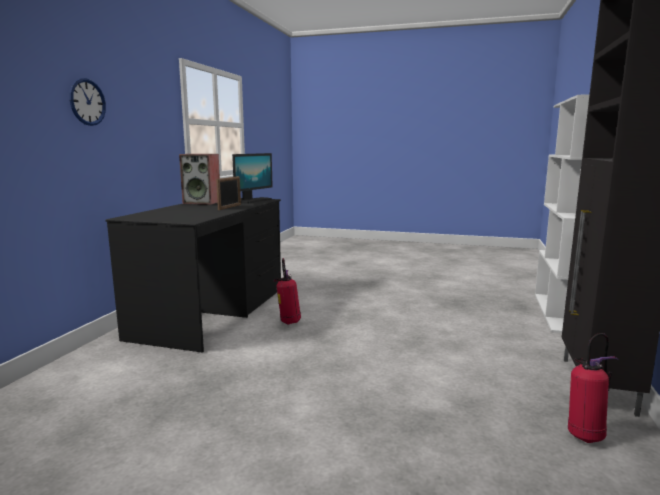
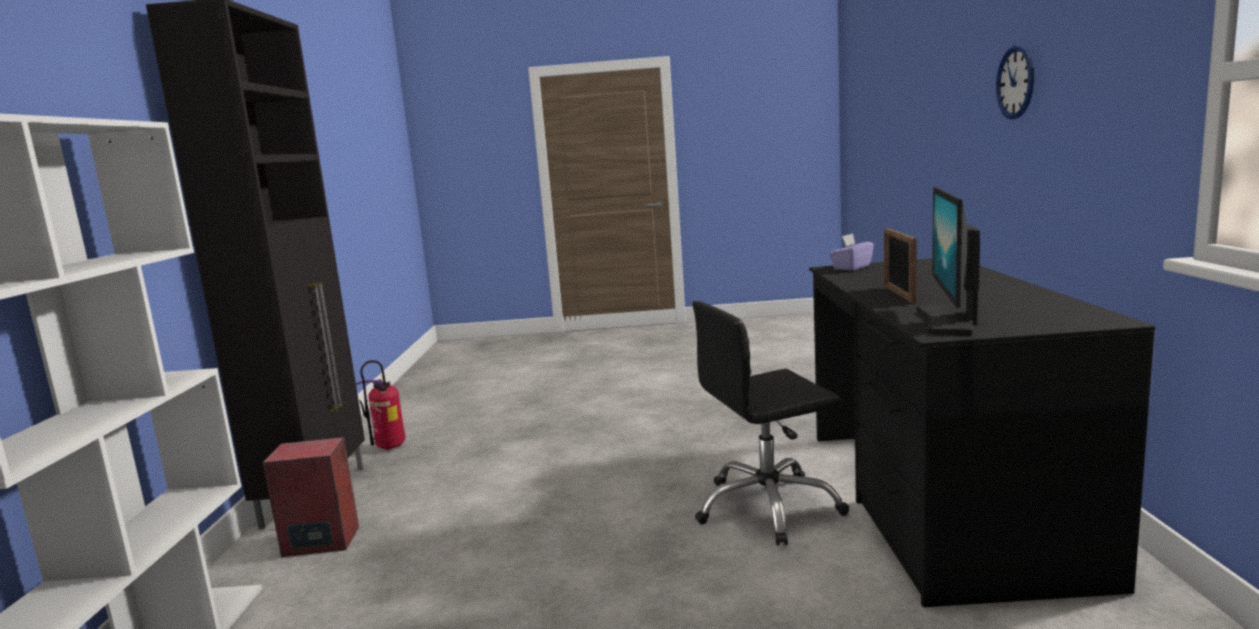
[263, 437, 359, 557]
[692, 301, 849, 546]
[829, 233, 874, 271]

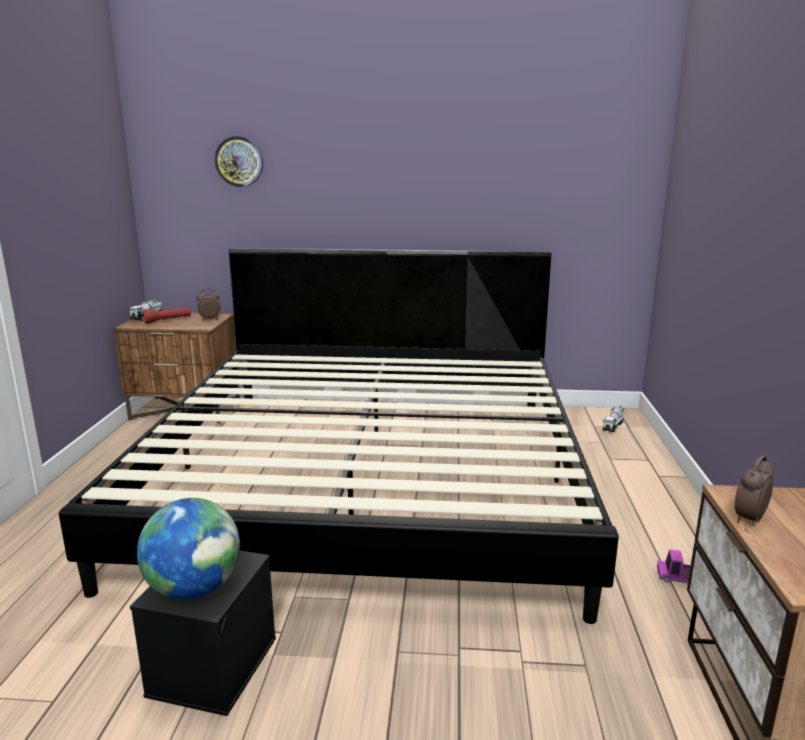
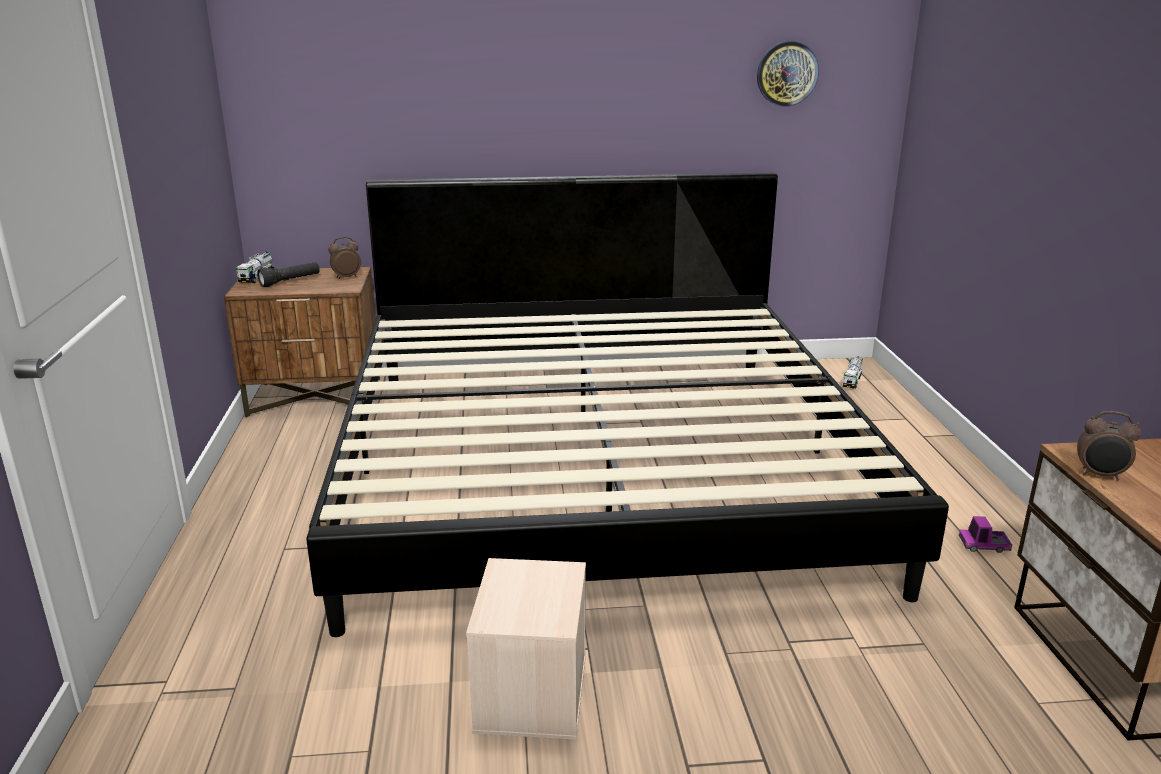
[466, 558, 586, 740]
[137, 498, 240, 600] (first image)
[257, 262, 319, 287]
[757, 41, 819, 106]
[1077, 411, 1141, 481]

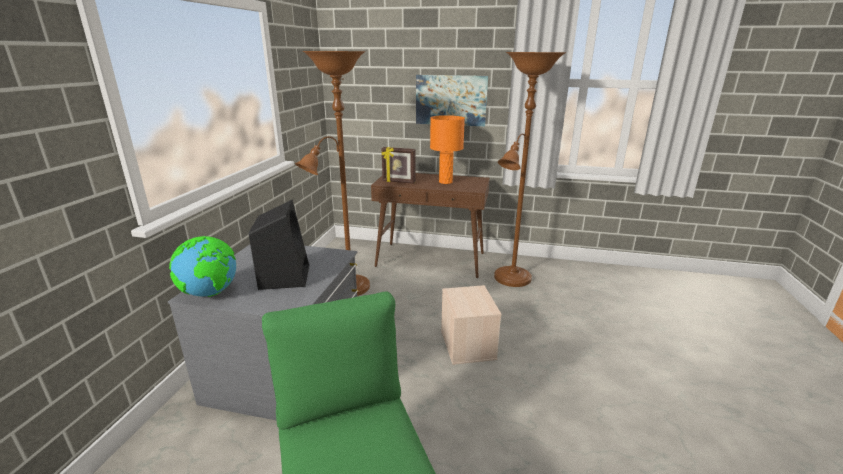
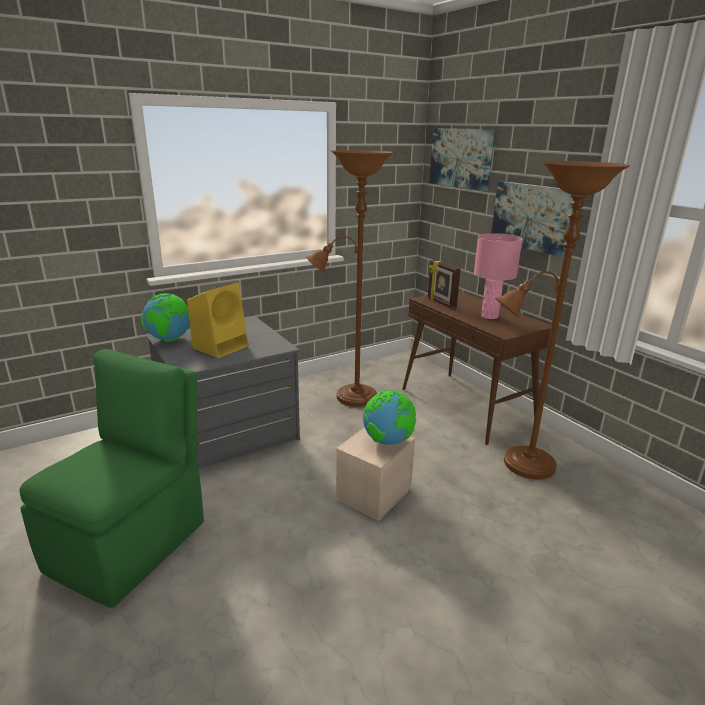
[187, 283, 249, 358]
[474, 233, 522, 319]
[363, 390, 416, 445]
[429, 128, 495, 191]

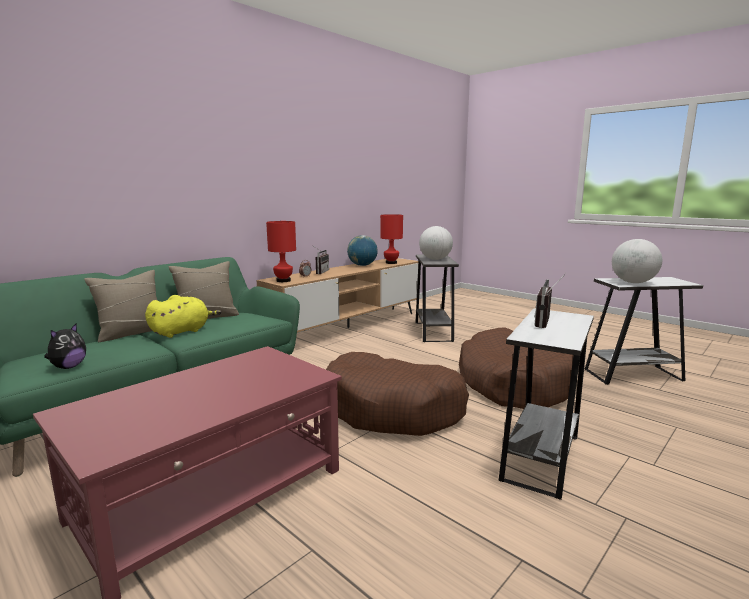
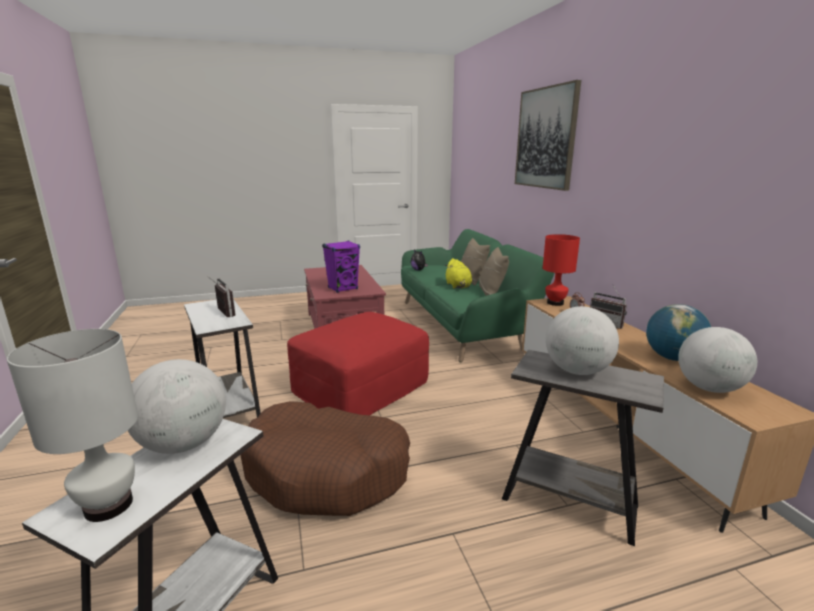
[287, 312, 429, 415]
[678, 327, 757, 393]
[7, 329, 138, 522]
[322, 241, 360, 293]
[515, 80, 581, 191]

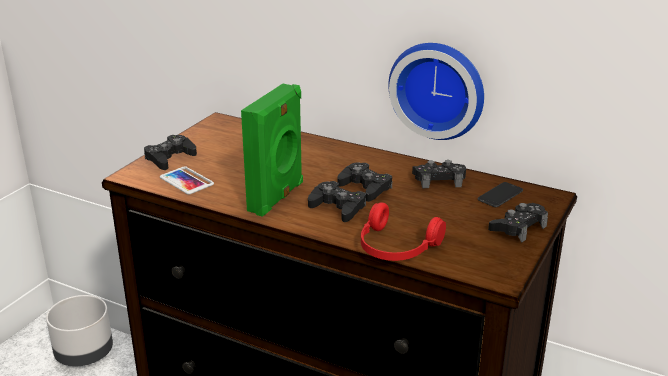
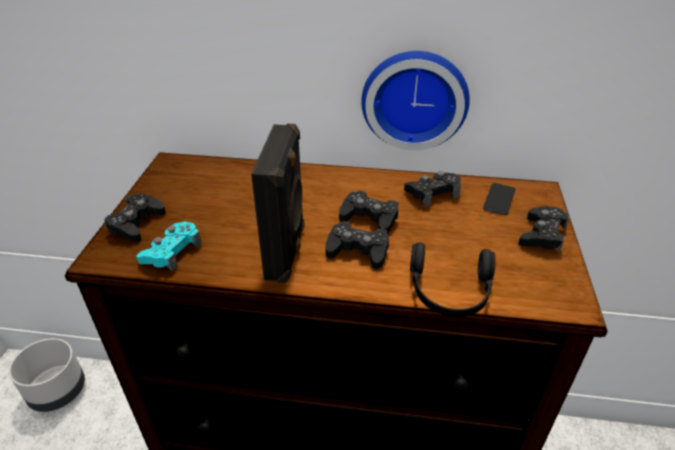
[136, 221, 202, 272]
[251, 124, 305, 283]
[410, 242, 496, 317]

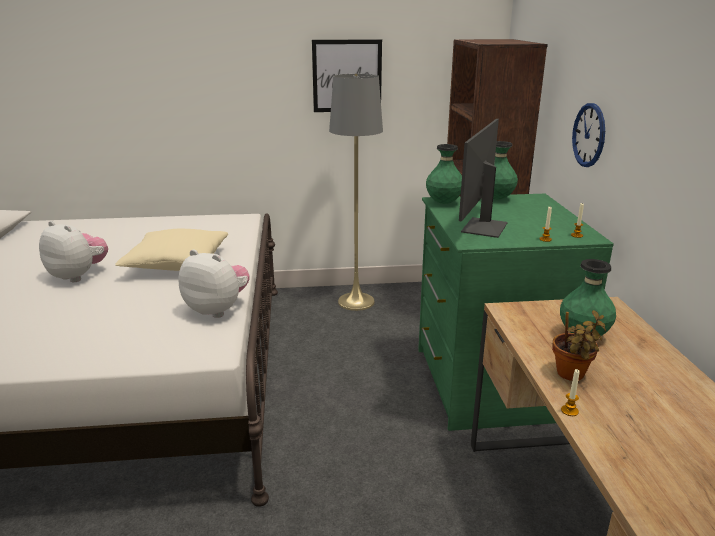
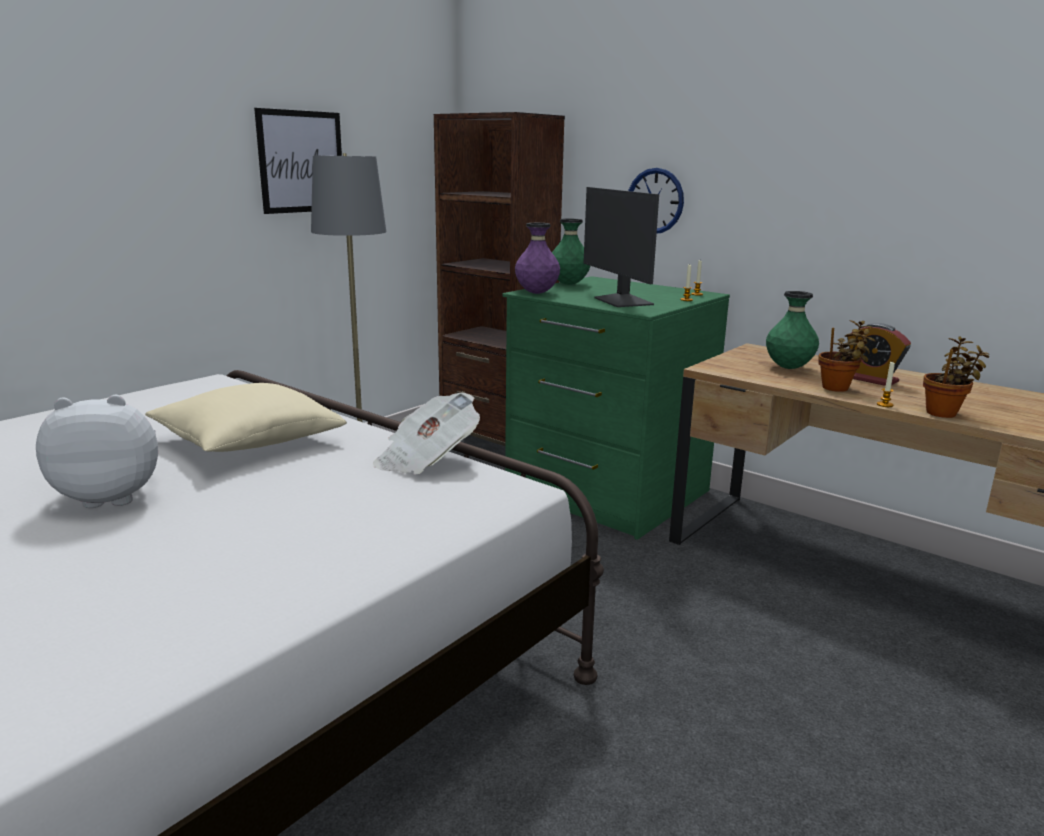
[373, 393, 480, 474]
[515, 223, 560, 294]
[847, 323, 911, 386]
[923, 336, 989, 418]

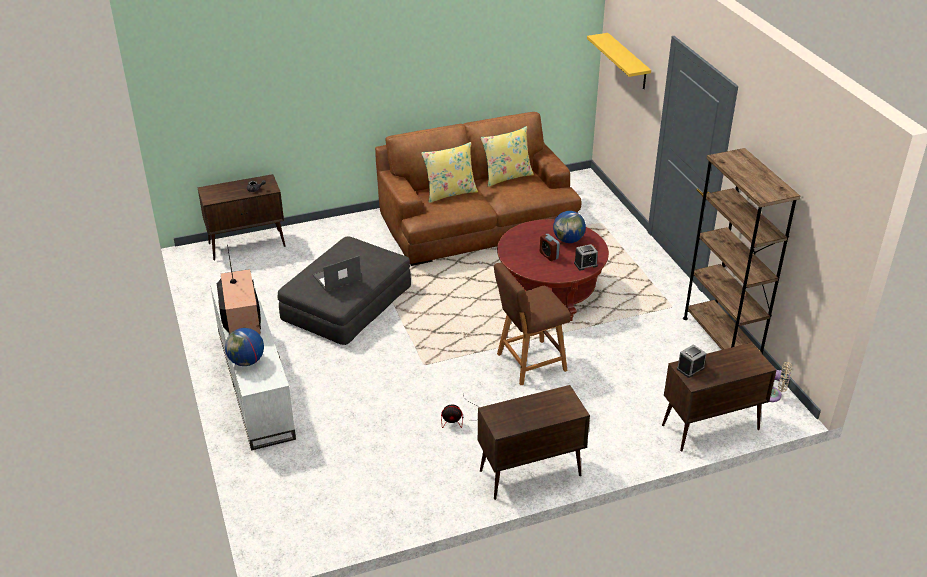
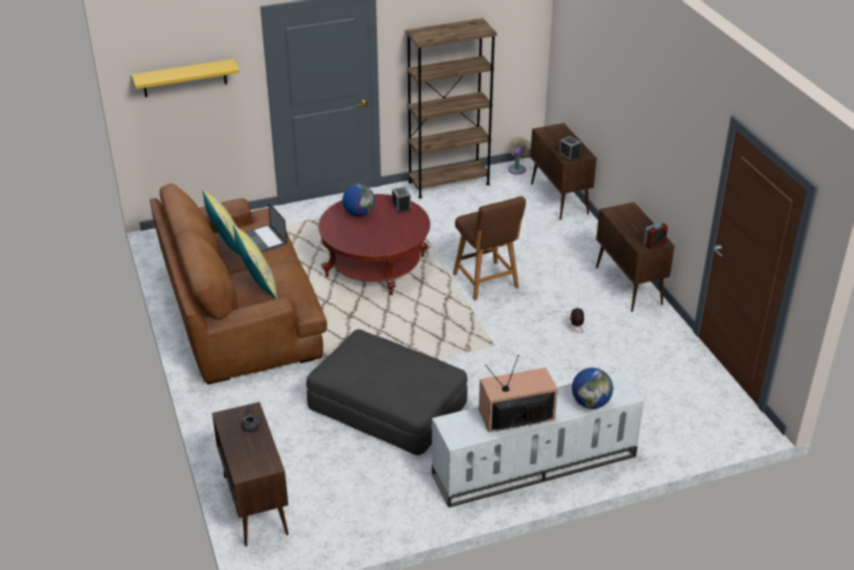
[245, 202, 287, 253]
[644, 222, 668, 249]

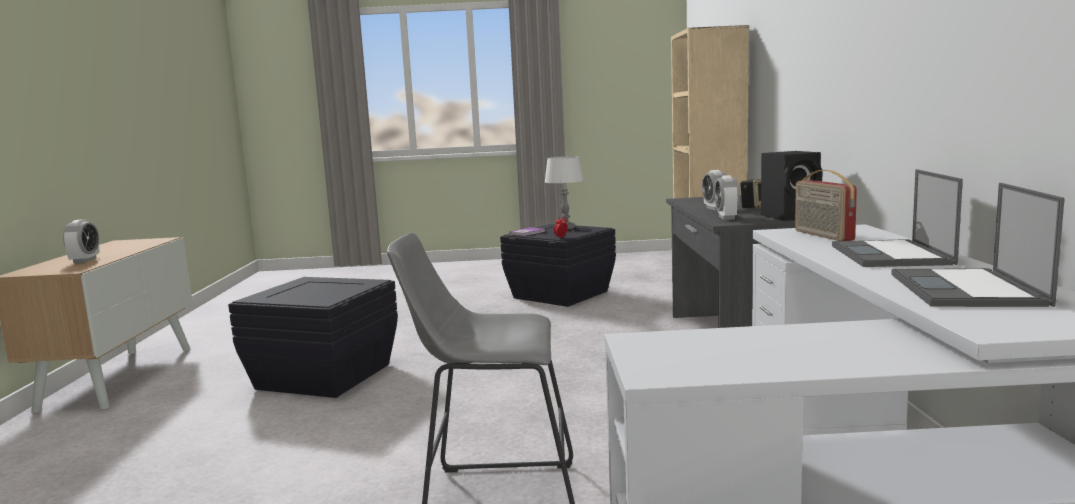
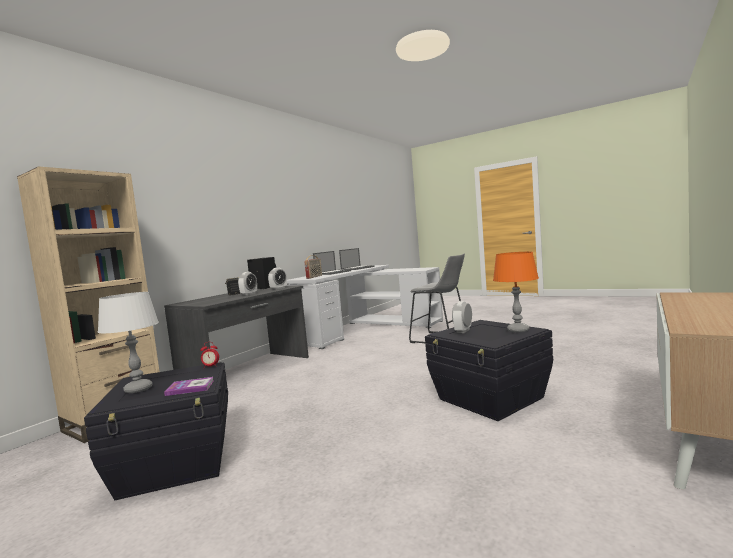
[452, 301, 472, 333]
[493, 252, 539, 333]

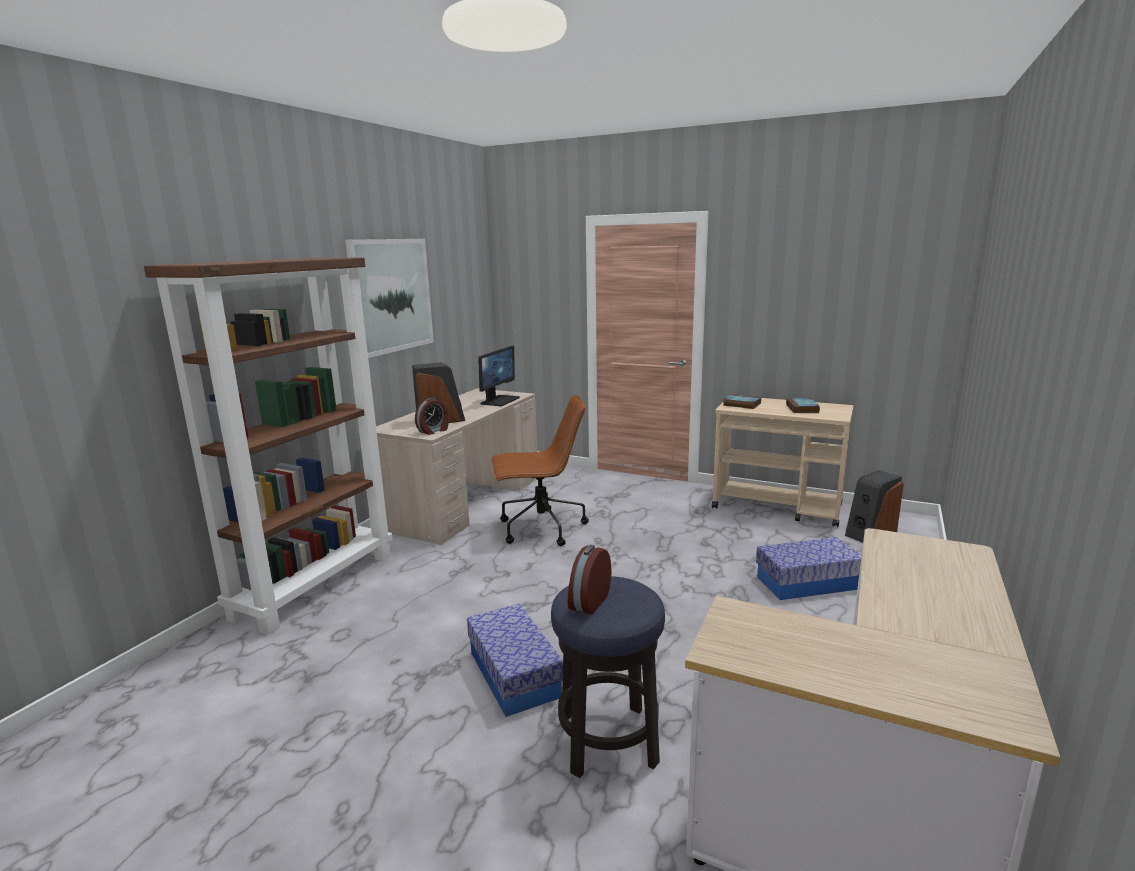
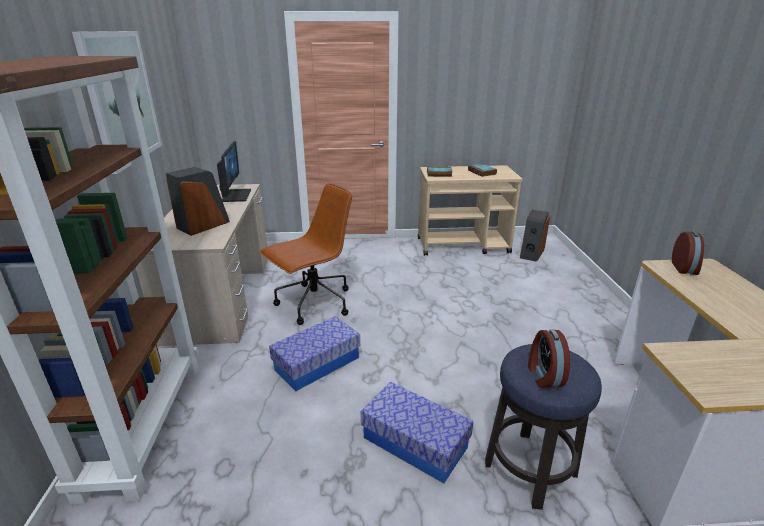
[672, 231, 704, 275]
[269, 316, 360, 391]

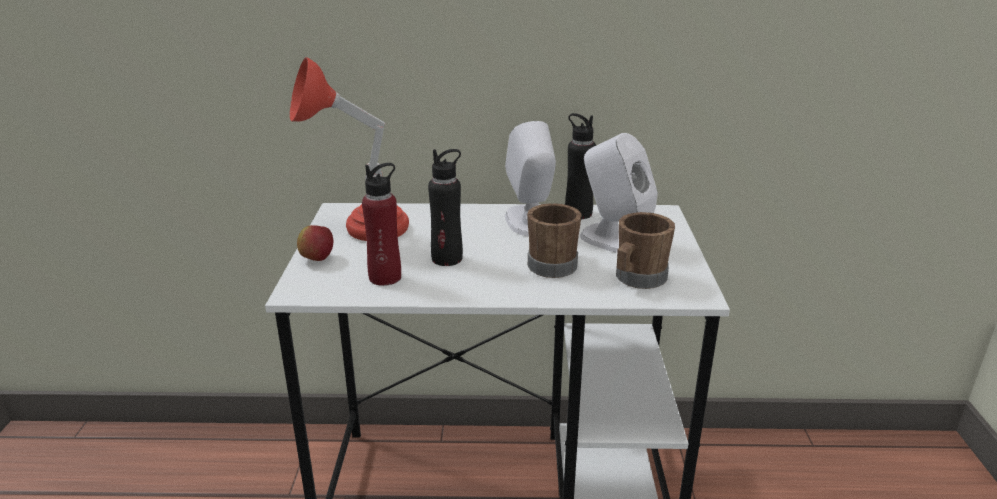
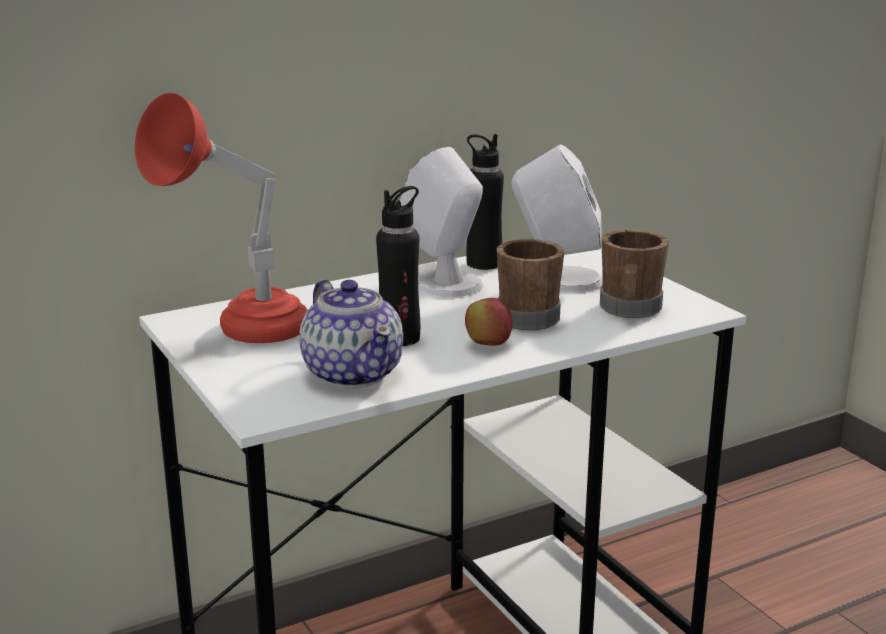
[465, 298, 512, 346]
[299, 279, 403, 388]

